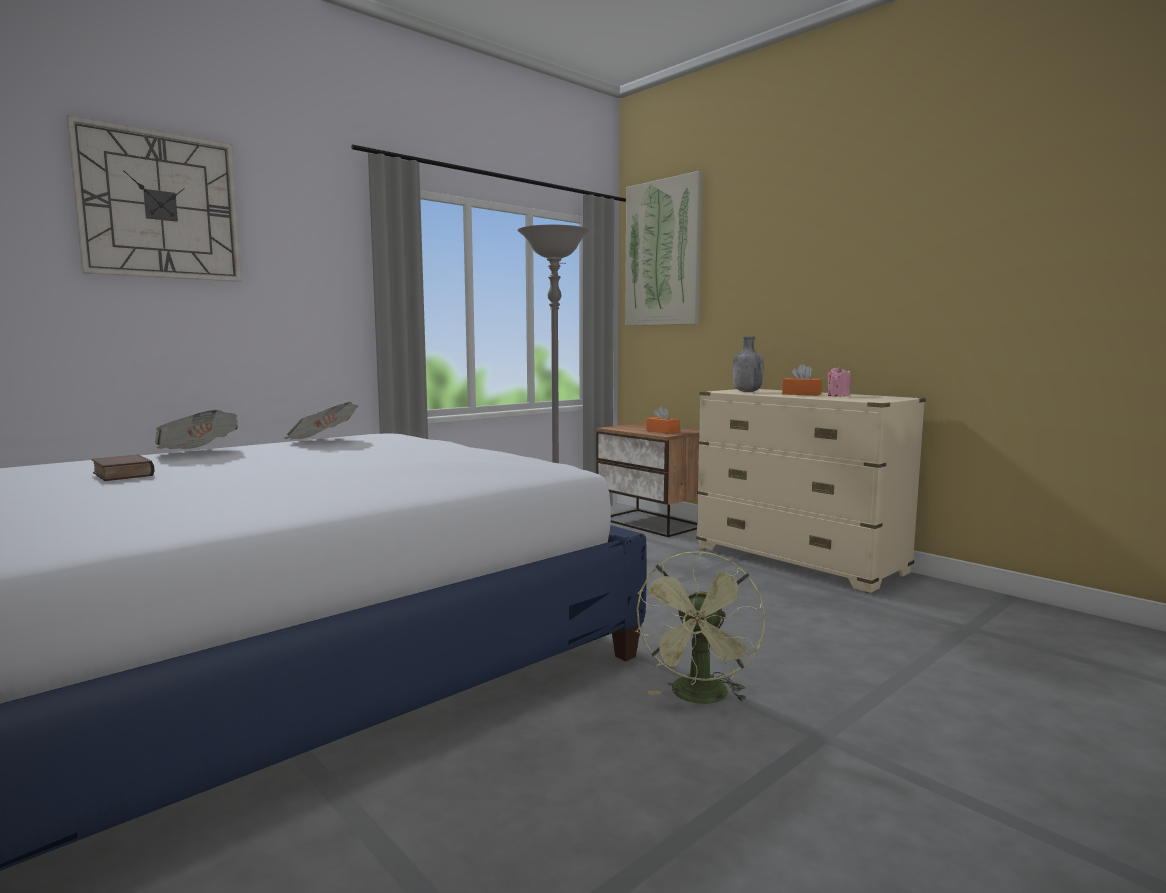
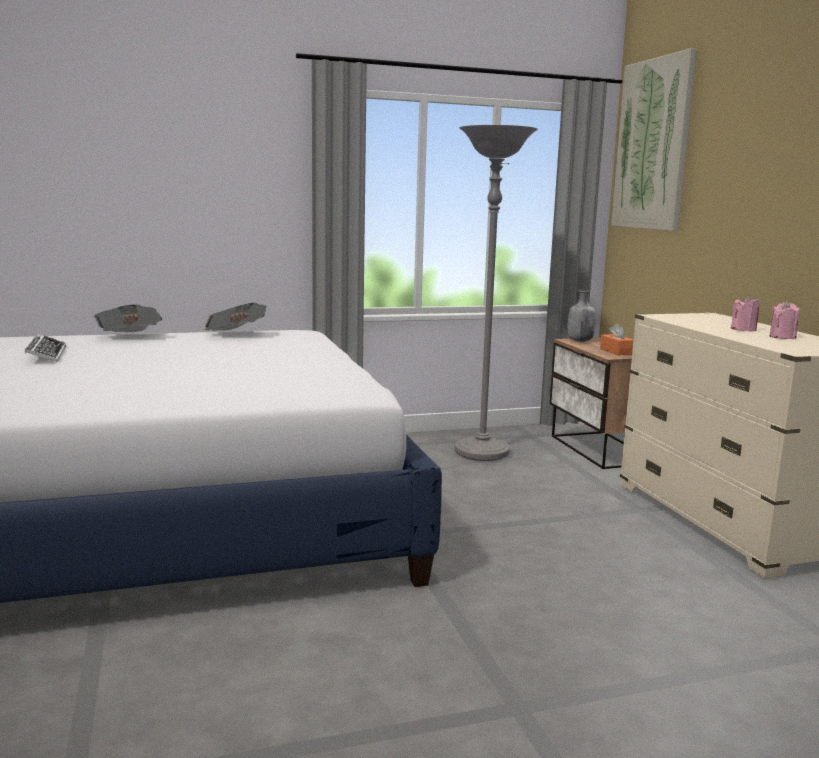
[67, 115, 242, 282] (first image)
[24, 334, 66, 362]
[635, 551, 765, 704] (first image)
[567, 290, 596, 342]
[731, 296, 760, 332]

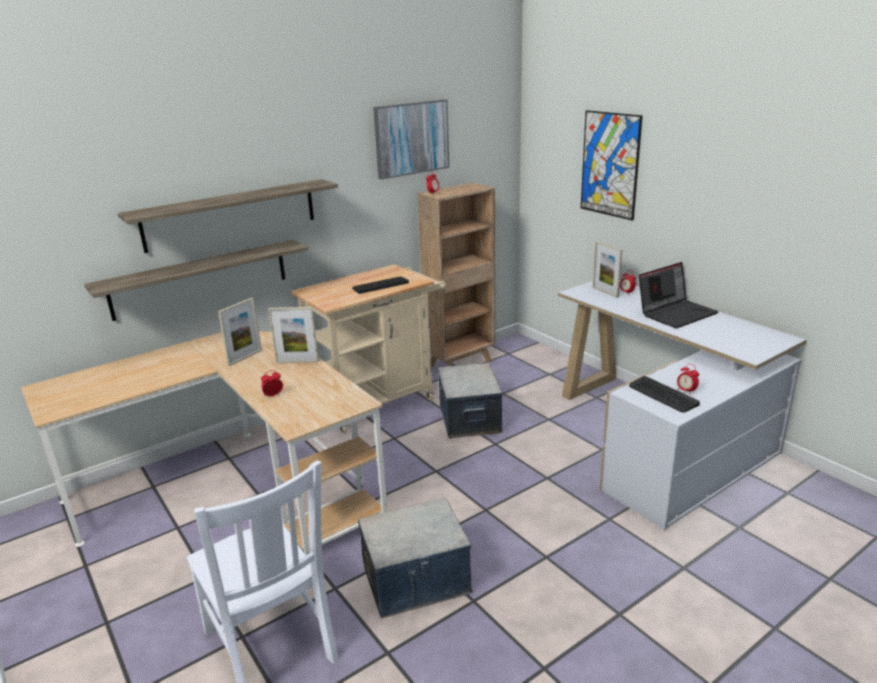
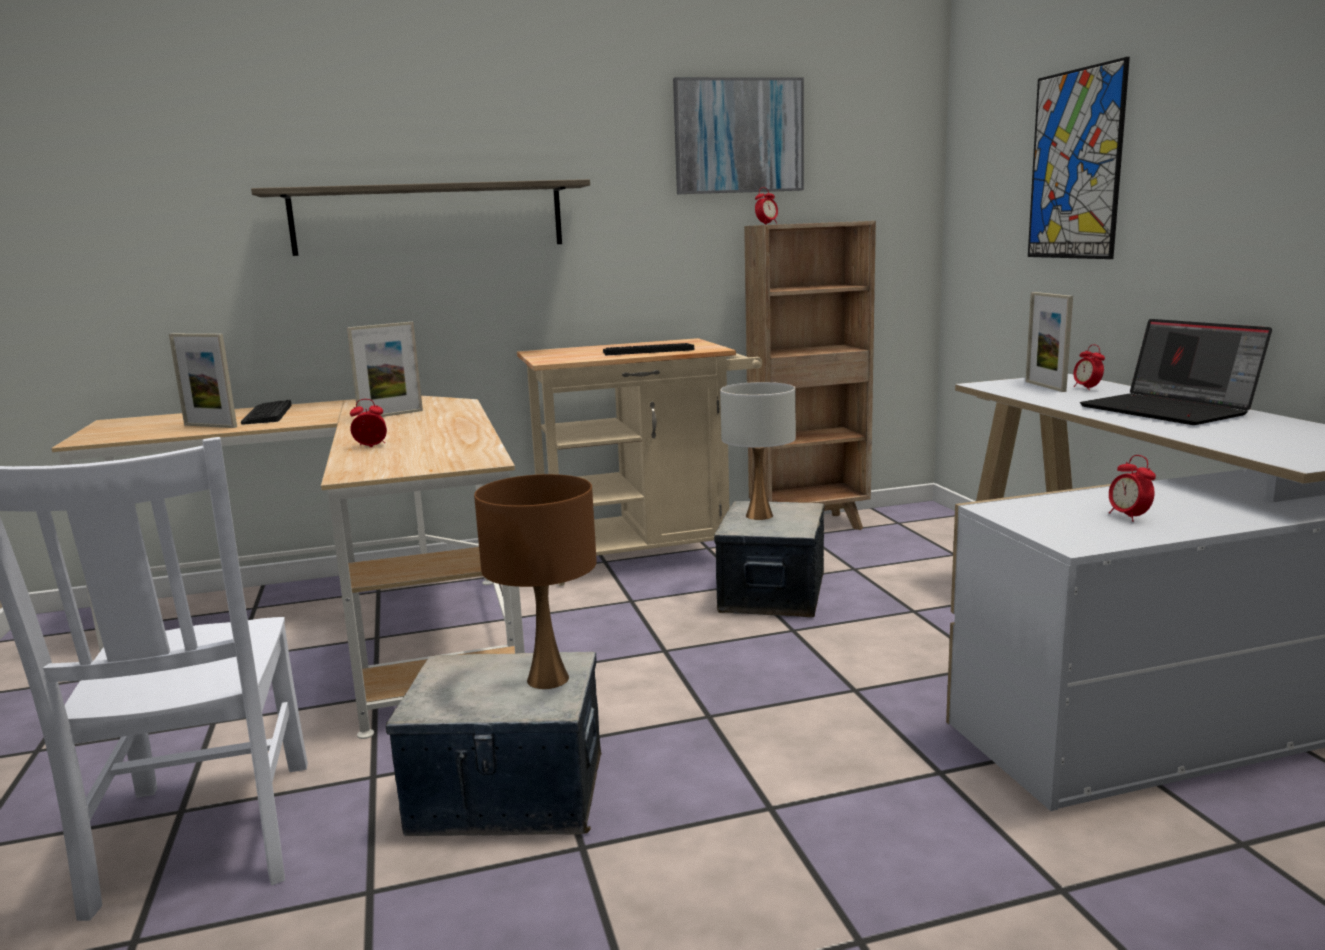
[84, 240, 308, 321] (first image)
[169, 334, 237, 428]
[241, 400, 292, 424]
[1080, 319, 1272, 425]
[474, 474, 597, 689]
[720, 382, 796, 520]

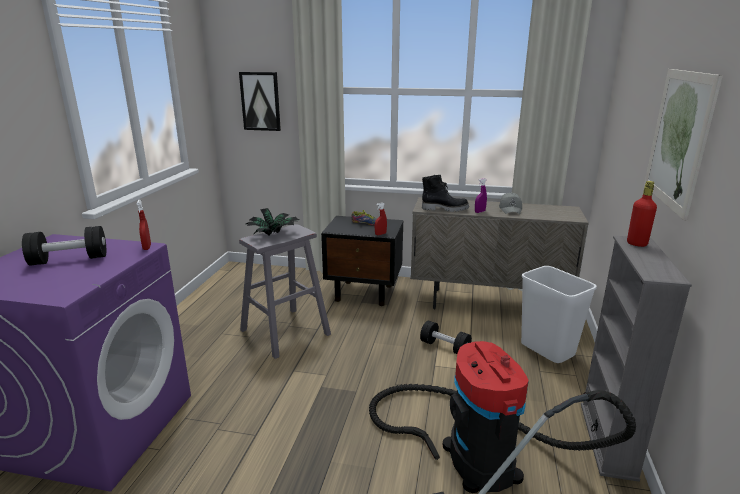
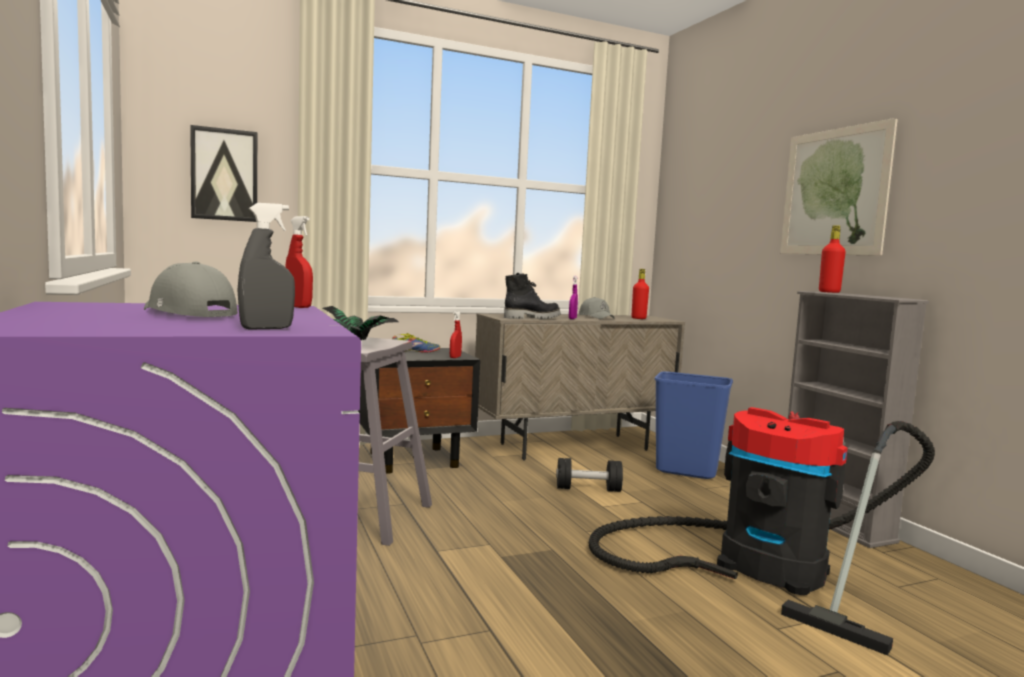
[144, 261, 238, 317]
[654, 371, 733, 479]
[237, 203, 295, 330]
[631, 269, 649, 319]

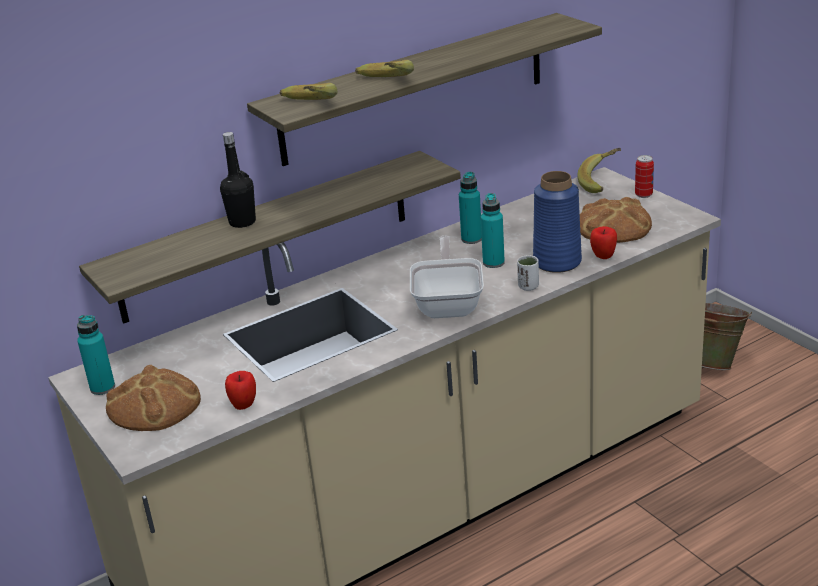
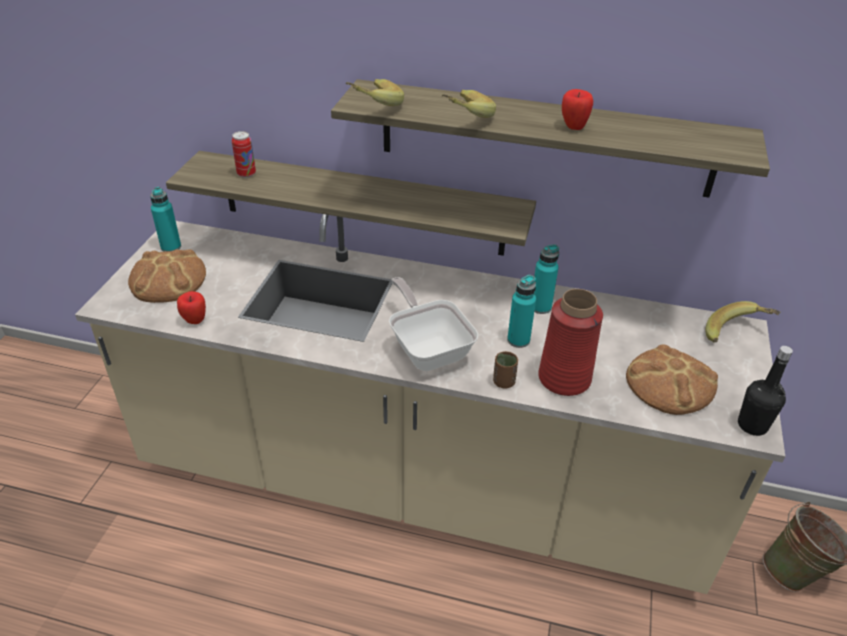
[738, 346, 793, 436]
[389, 277, 478, 371]
[493, 351, 518, 388]
[538, 289, 603, 396]
[562, 89, 593, 130]
[232, 131, 256, 178]

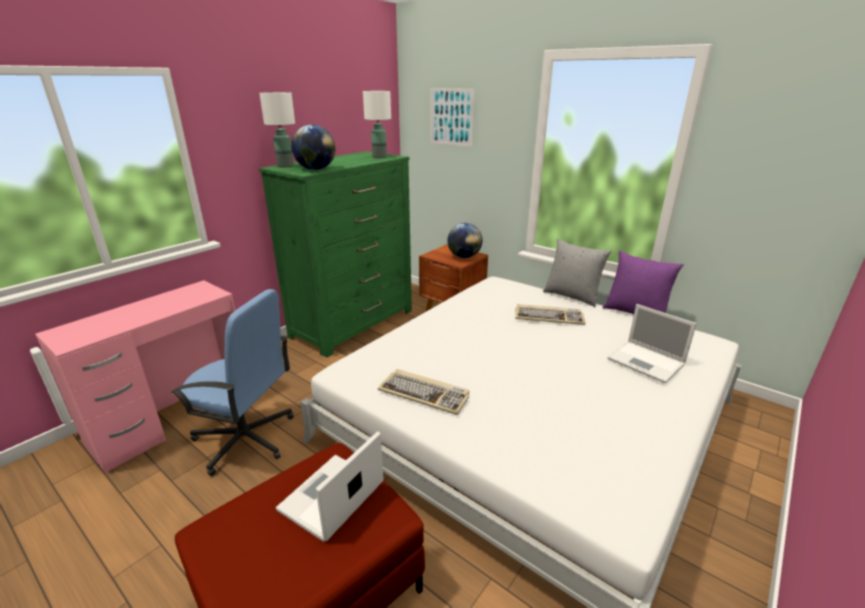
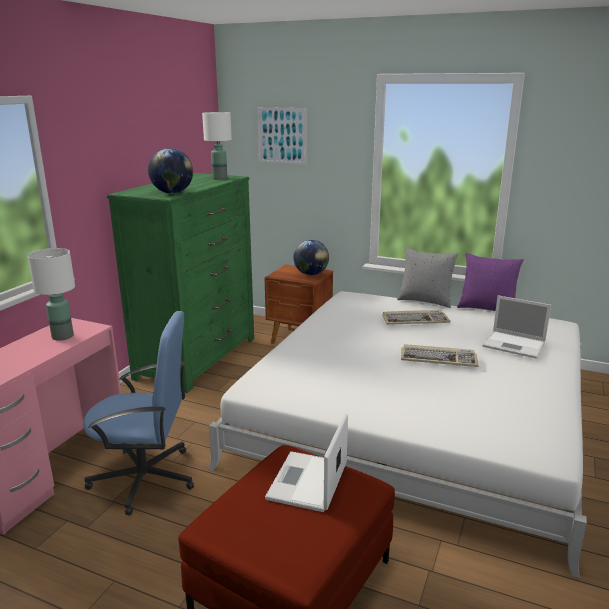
[27, 248, 75, 340]
[401, 344, 478, 367]

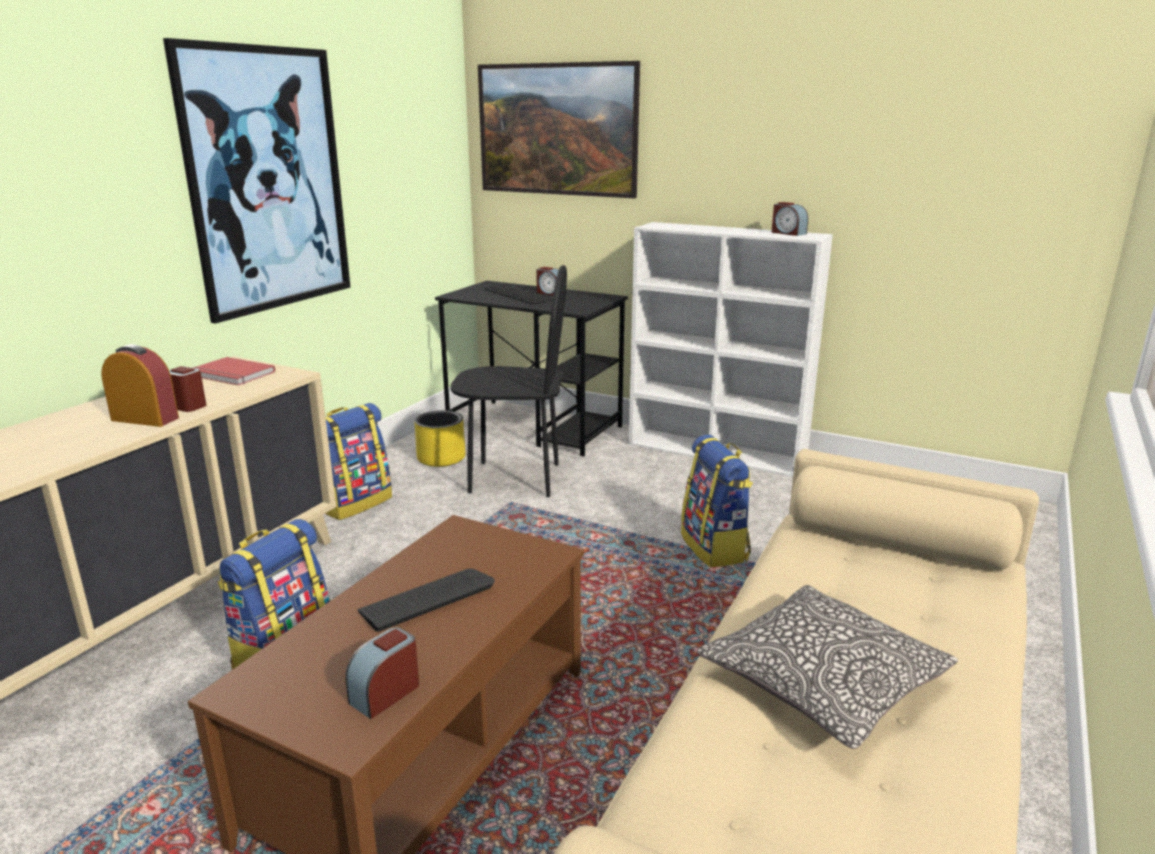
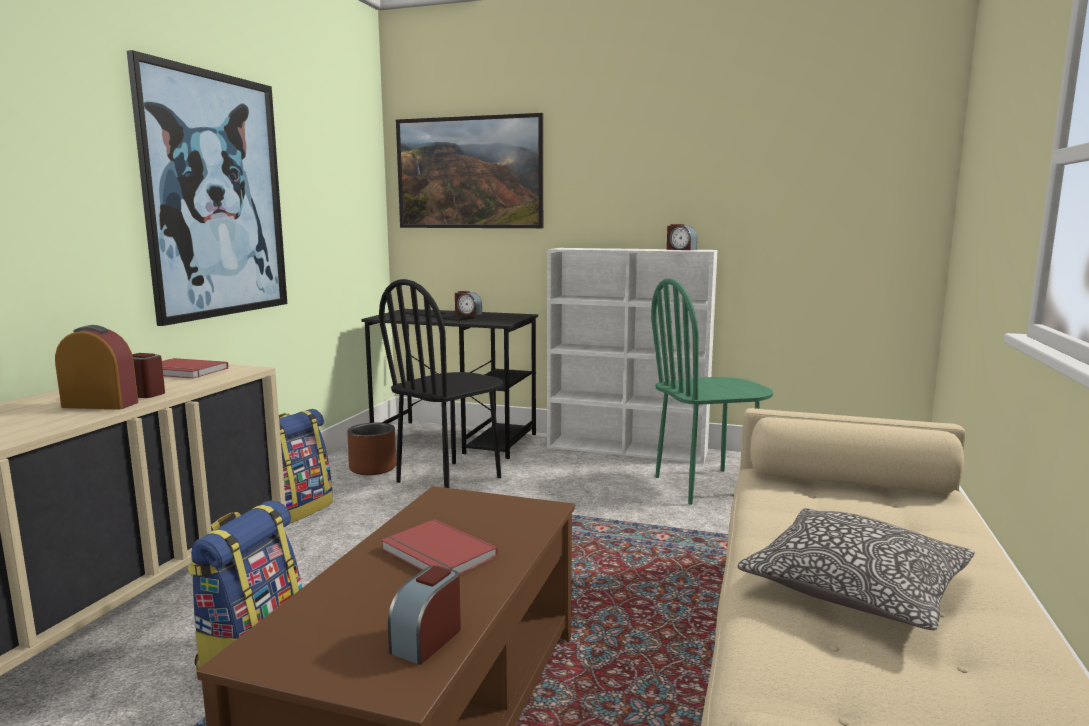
[381, 519, 498, 575]
[347, 422, 397, 475]
[379, 279, 503, 488]
[681, 435, 753, 567] (first image)
[651, 278, 773, 505]

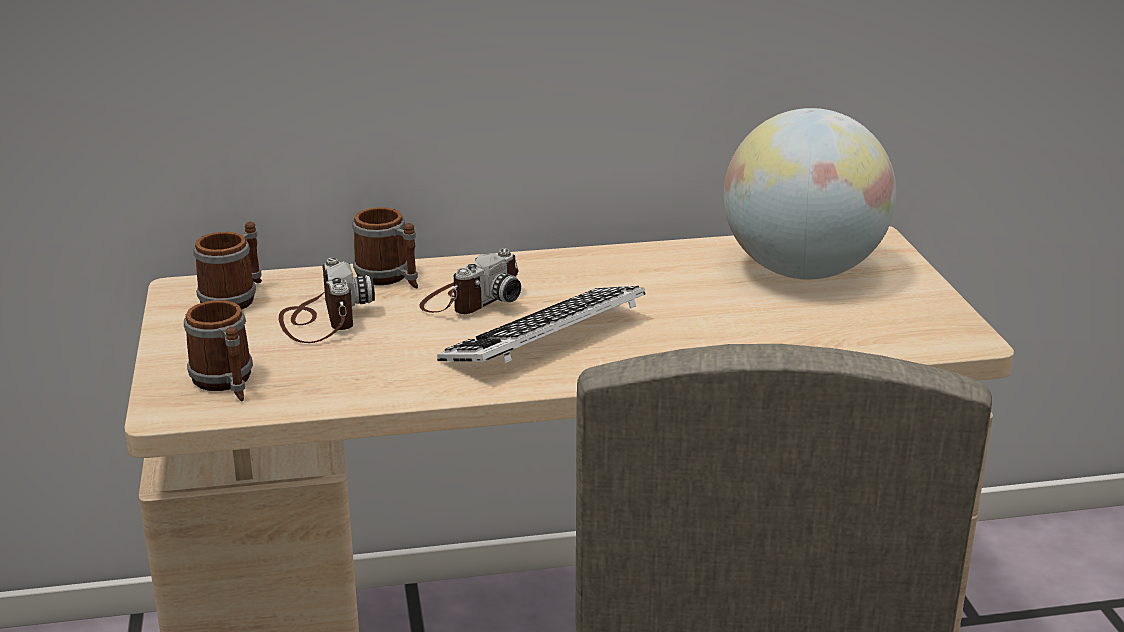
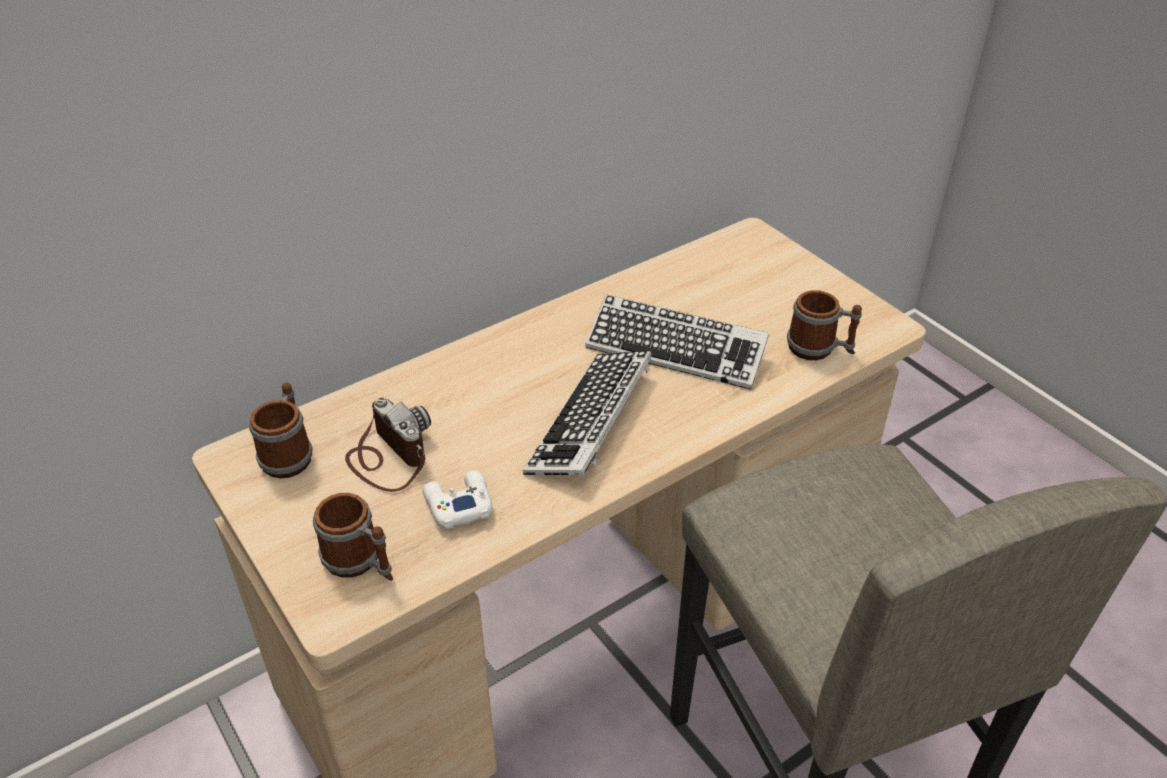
[787, 290, 862, 360]
[419, 249, 521, 314] (first image)
[724, 108, 896, 279] (first image)
[422, 470, 492, 529]
[585, 294, 769, 390]

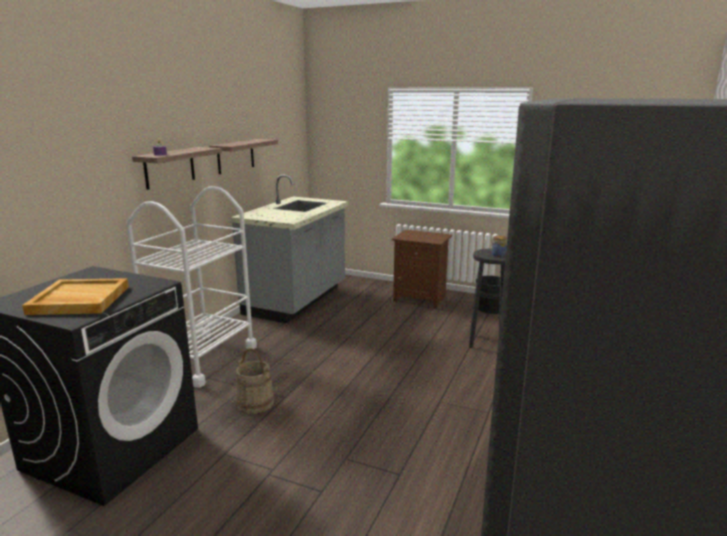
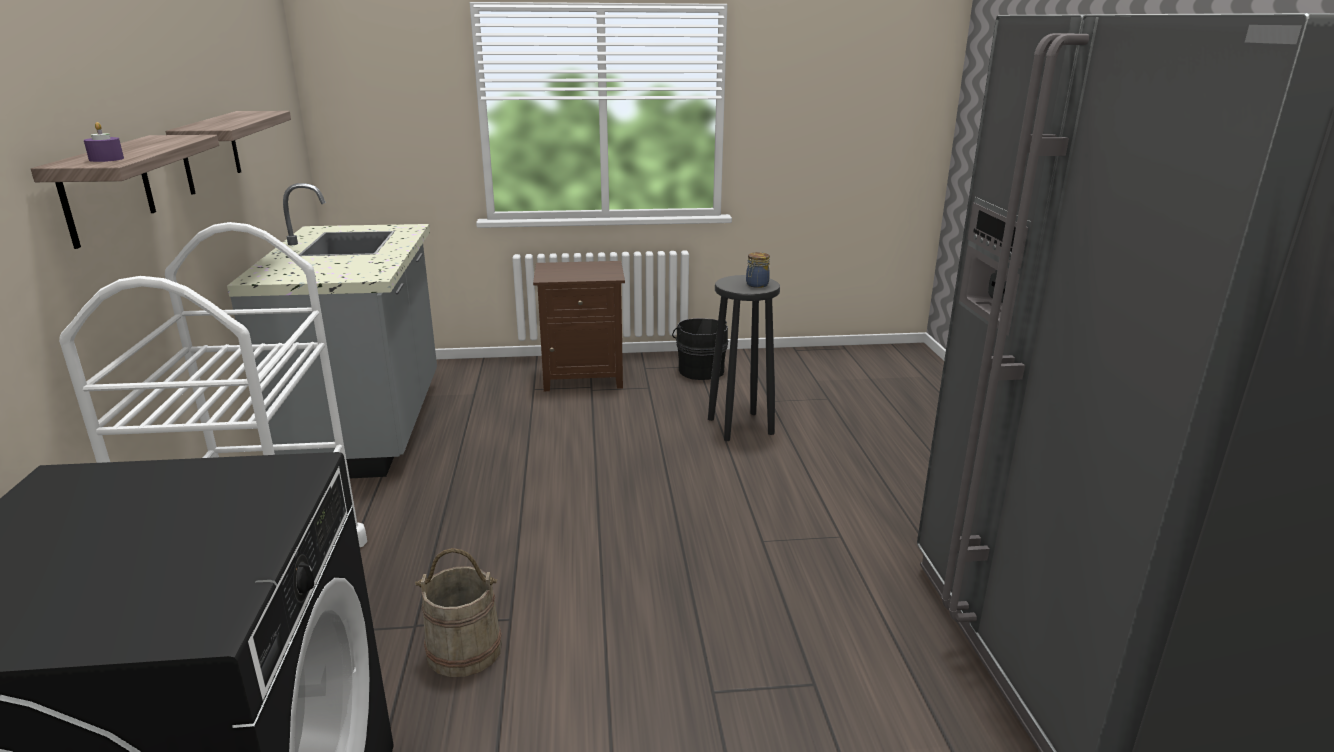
[22, 278, 129, 315] (first image)

